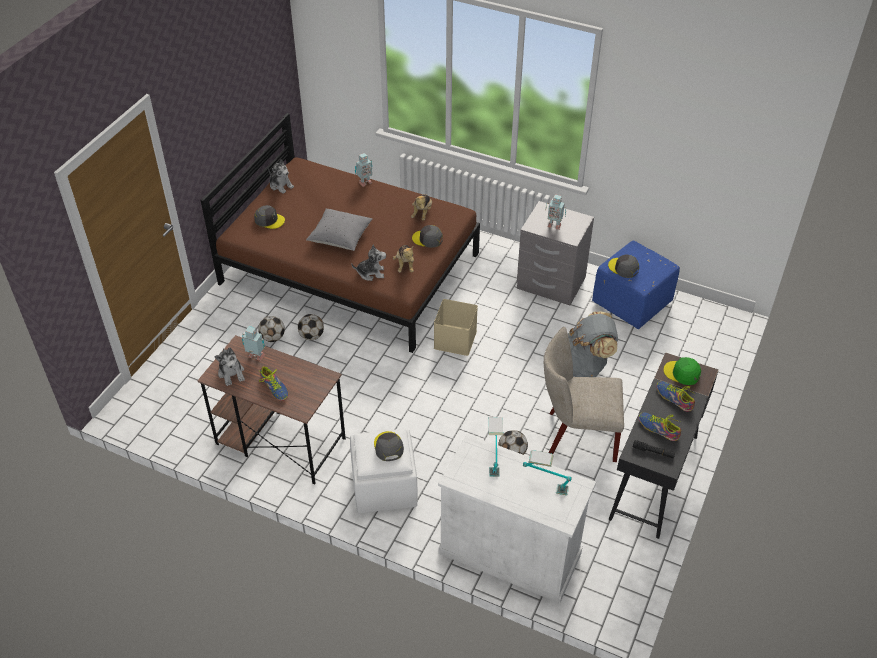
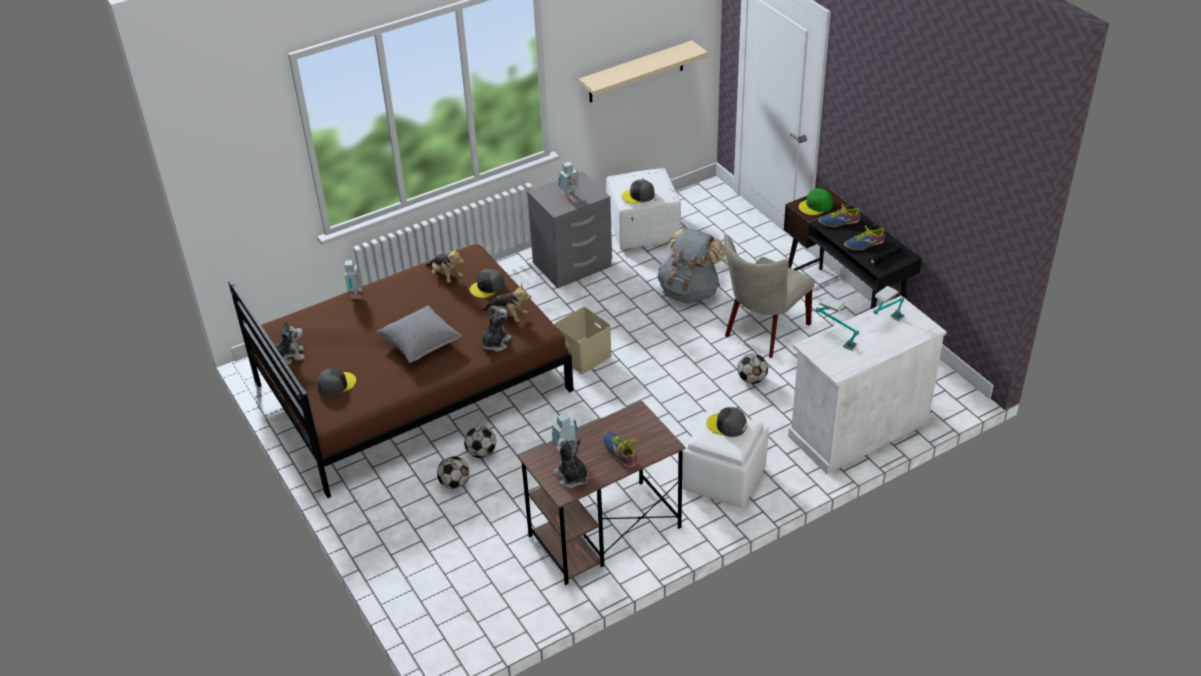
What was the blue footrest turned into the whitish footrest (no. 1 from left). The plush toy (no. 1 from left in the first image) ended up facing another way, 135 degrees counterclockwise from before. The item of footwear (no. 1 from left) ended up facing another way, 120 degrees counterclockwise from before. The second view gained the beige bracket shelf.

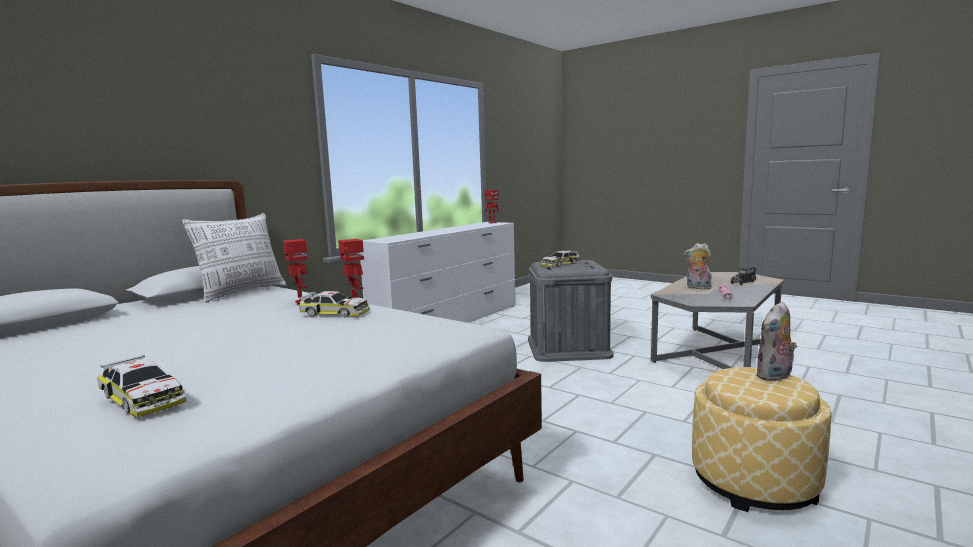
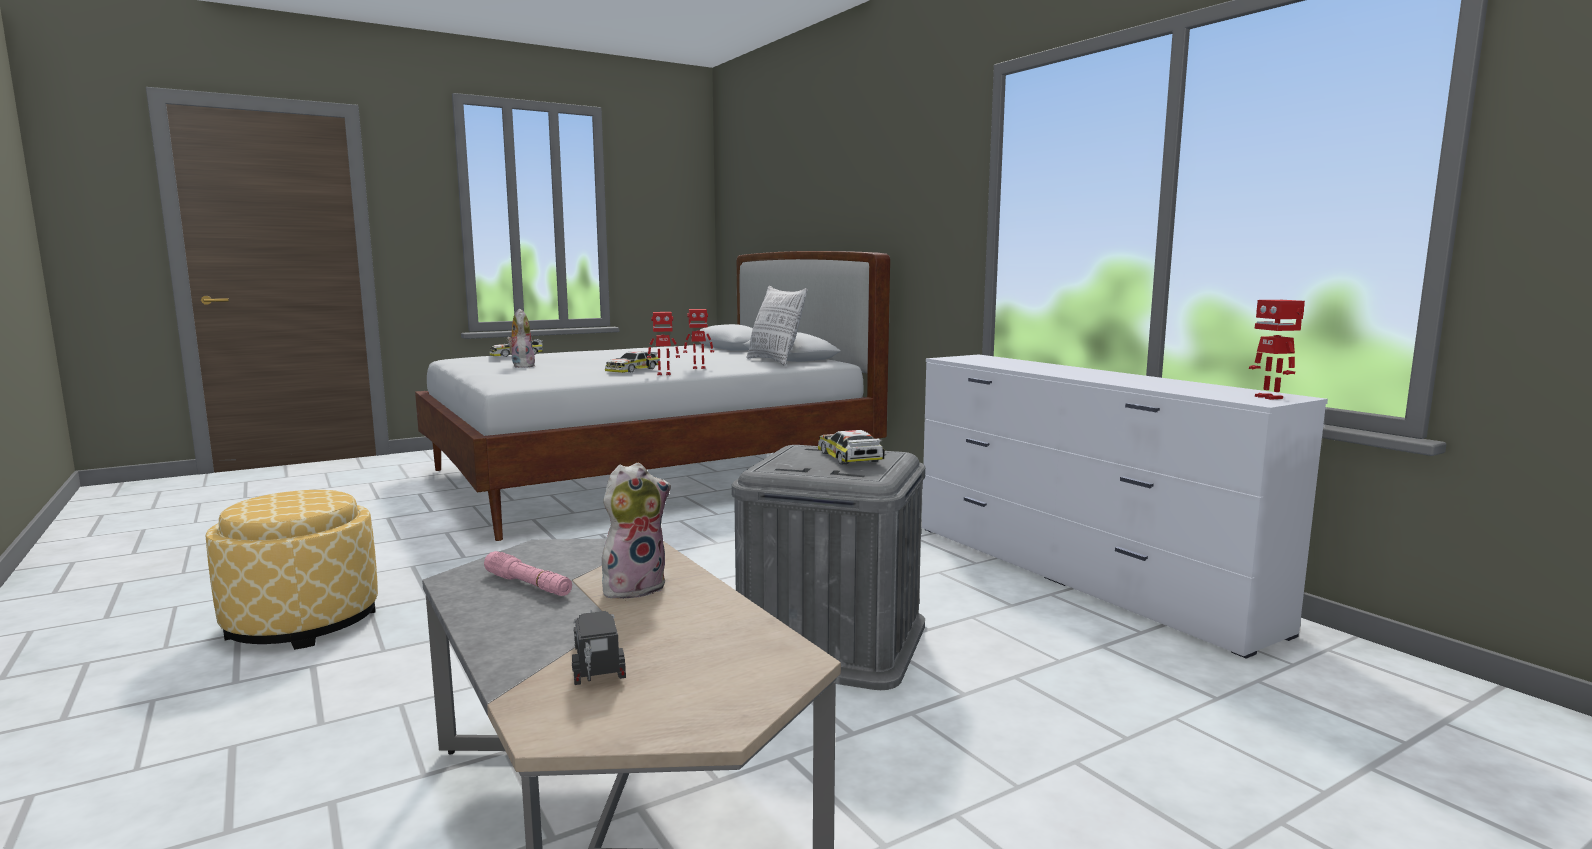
The plush toy (no. 2 from left in the first image) ended up elsewhere.

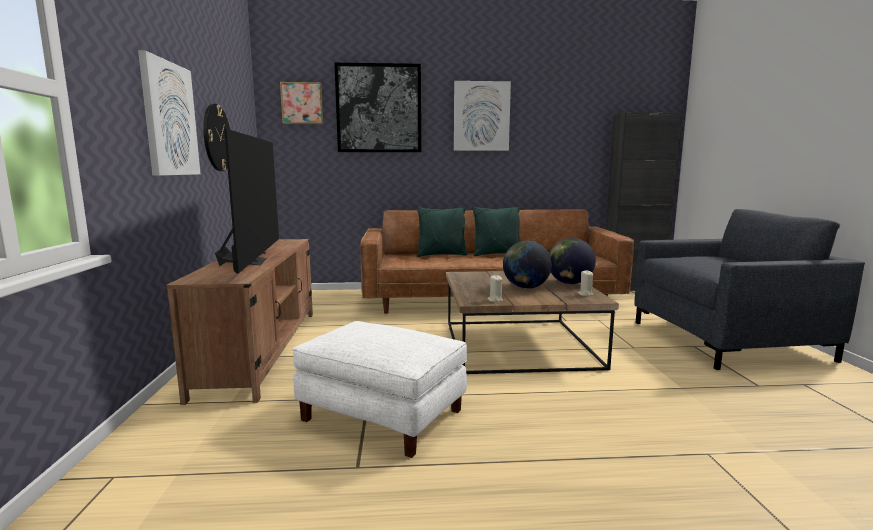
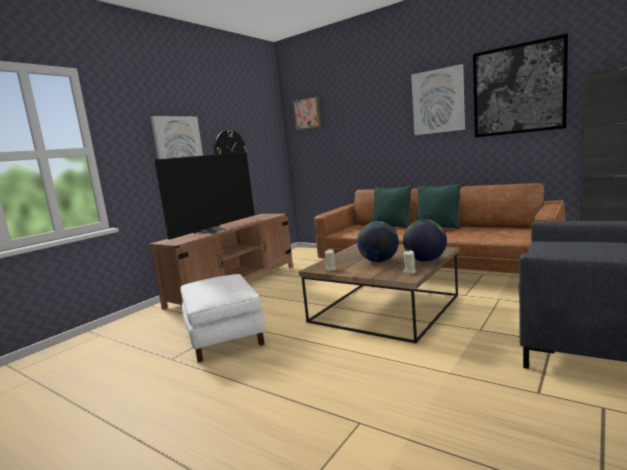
The picture (no. 3 from left in the first image) ended up elsewhere.

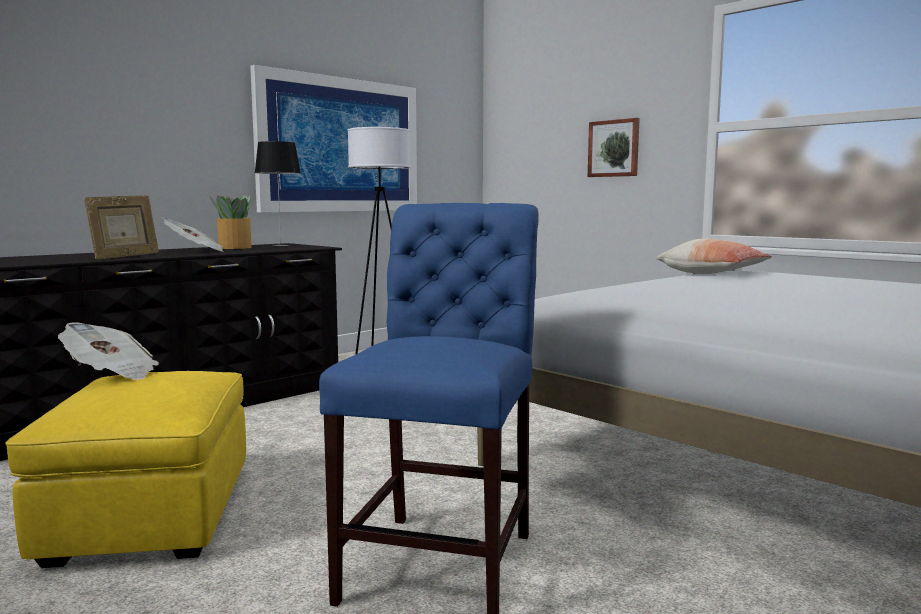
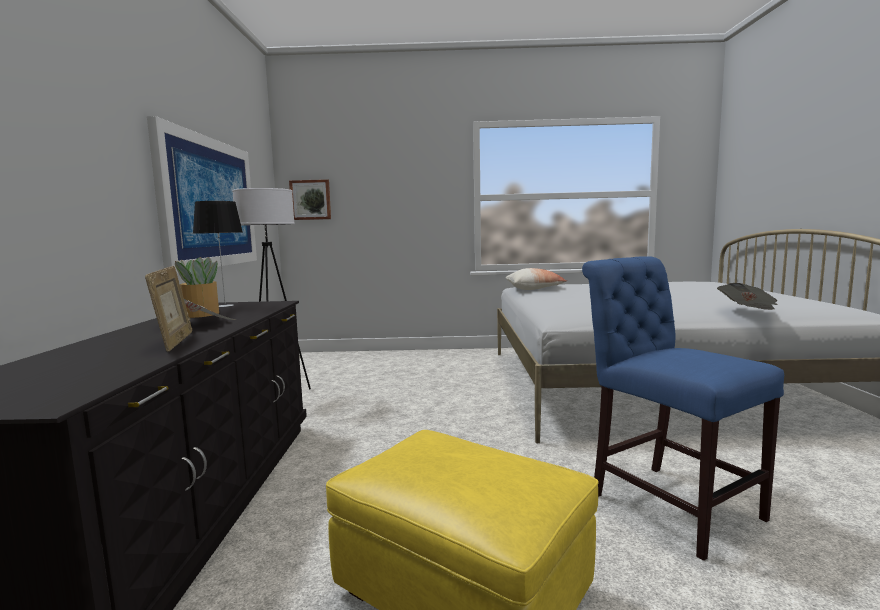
The picture (no. 2 from left) ended up elsewhere. The newspaper (no. 1 from left in the first image) ended up elsewhere.

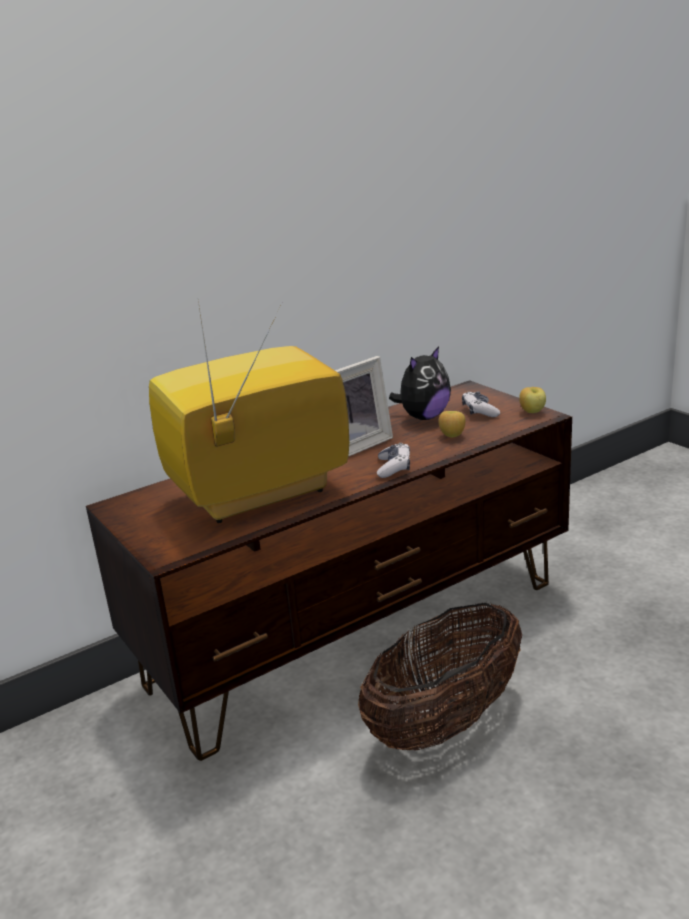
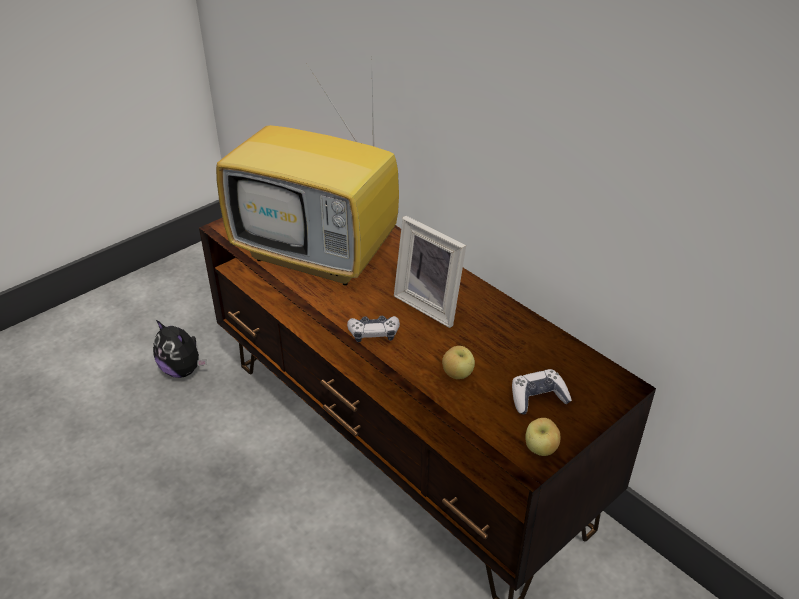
The TV ended up facing another way, 150 degrees clockwise from before. The plush toy ended up elsewhere. The second view lost the basket.

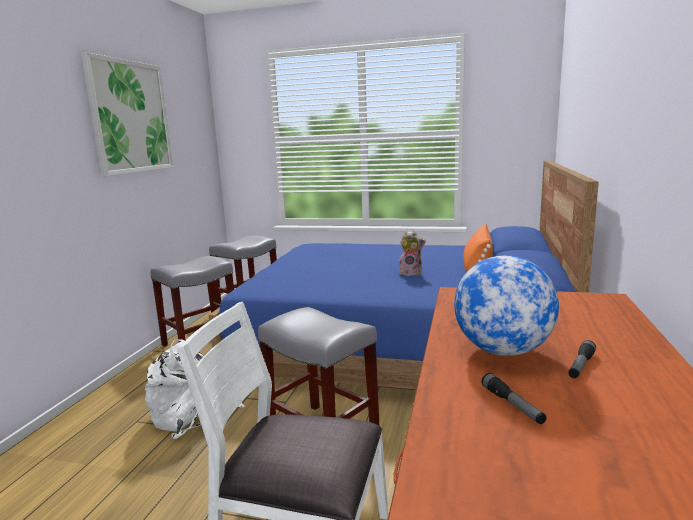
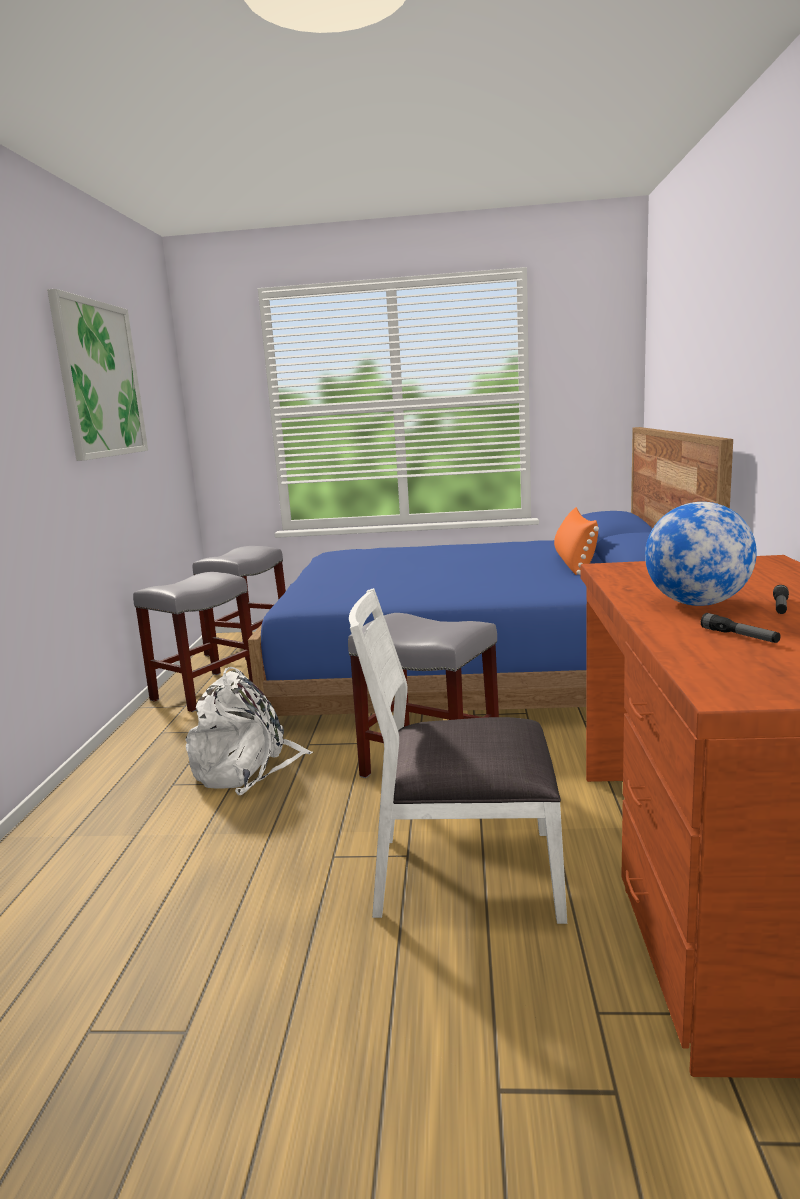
The second view lost the plush toy.

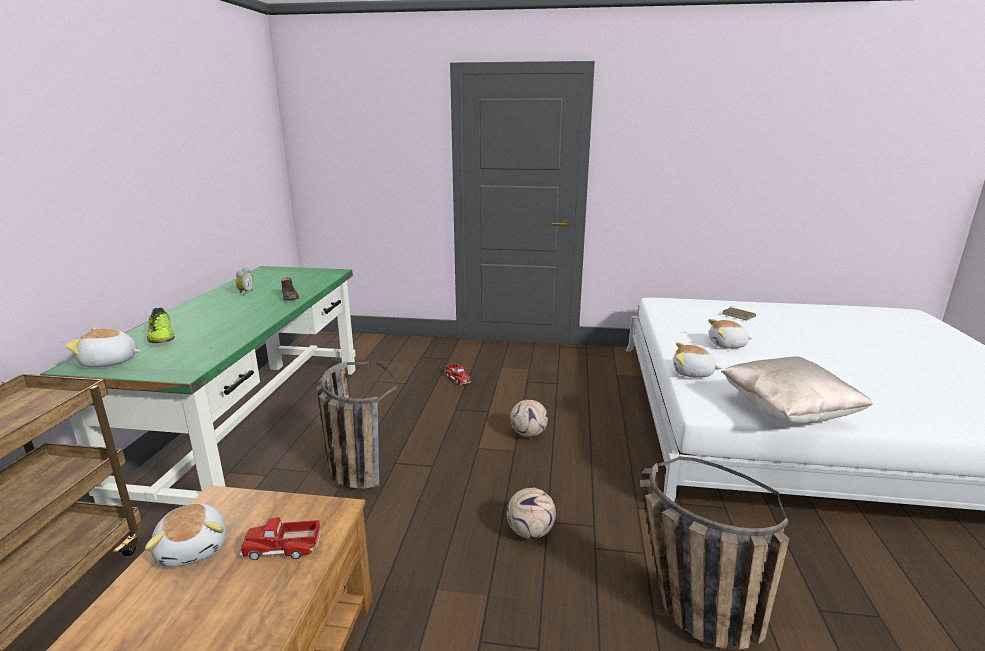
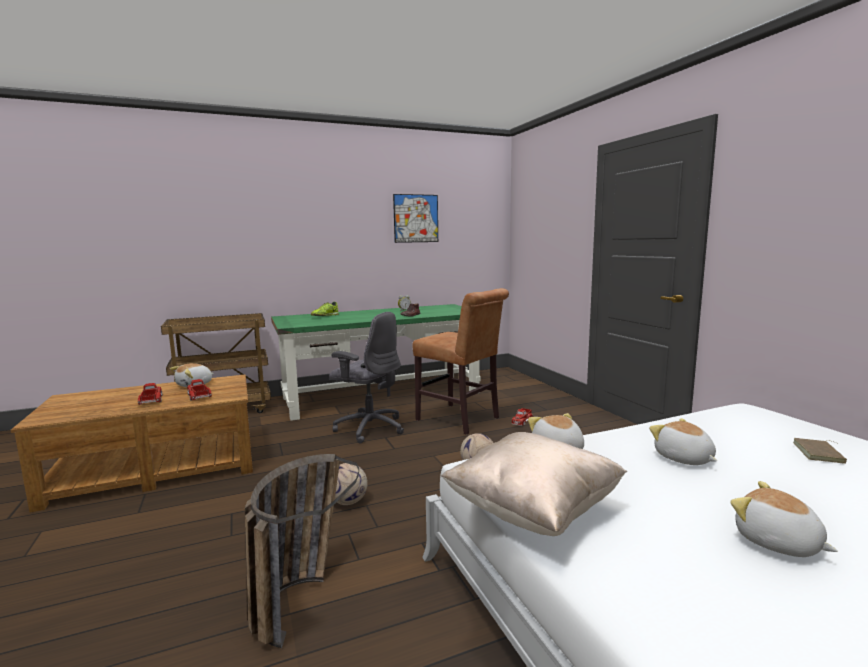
The plush toy (no. 1 from left in the first image) ended up elsewhere. Where the basket (no. 1 from left) stood, the grey office chair came to stand. The second view gained the picture. The second view gained the brown-coloured upright chair. The second view gained the toy truck (no. 1 from left).

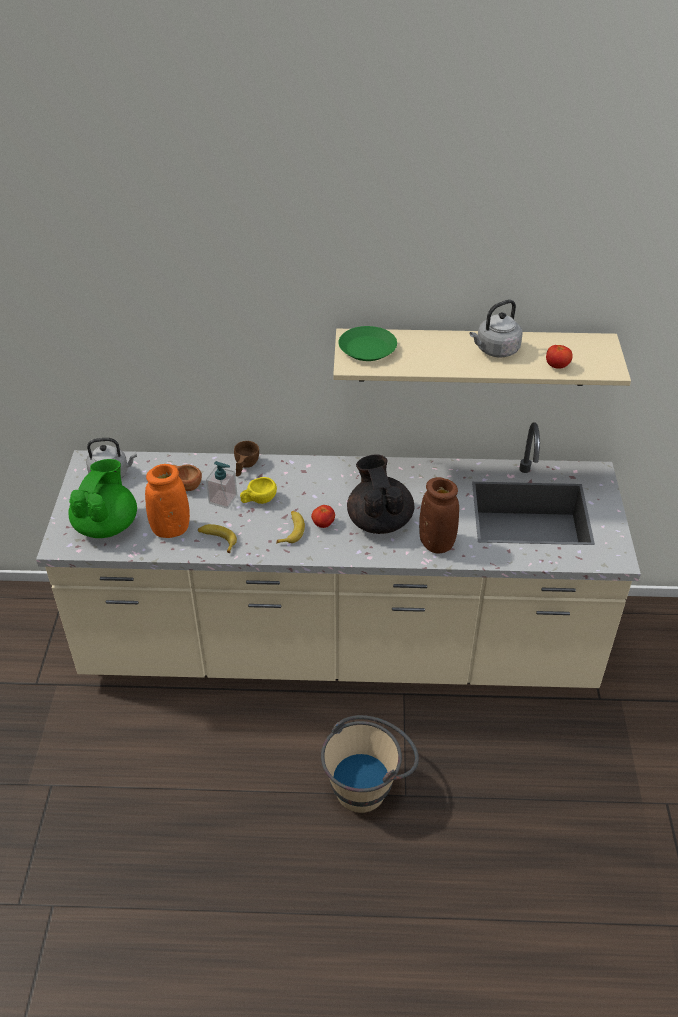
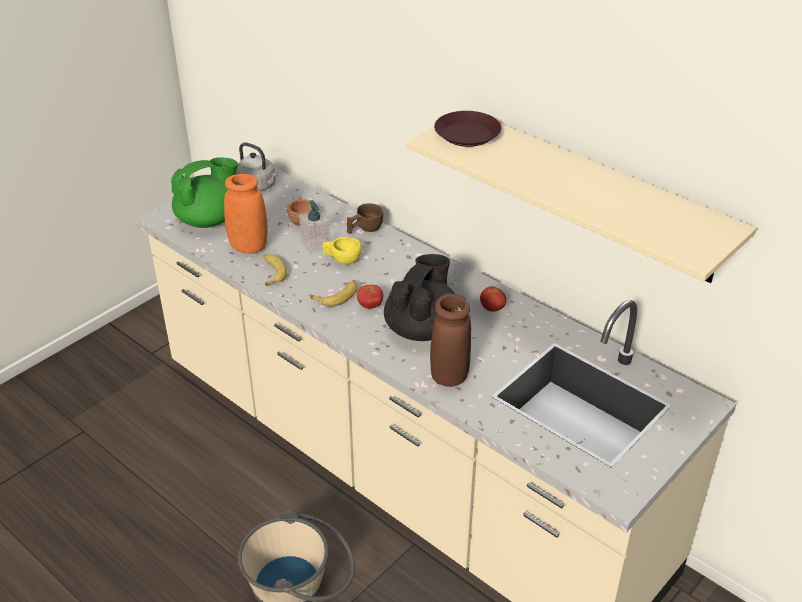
The second view lost the grey kettle (no. 2 from left). What was the green-coloured plate turned into the brown-coloured plate. The tomato (no. 2 from left) ended up elsewhere.

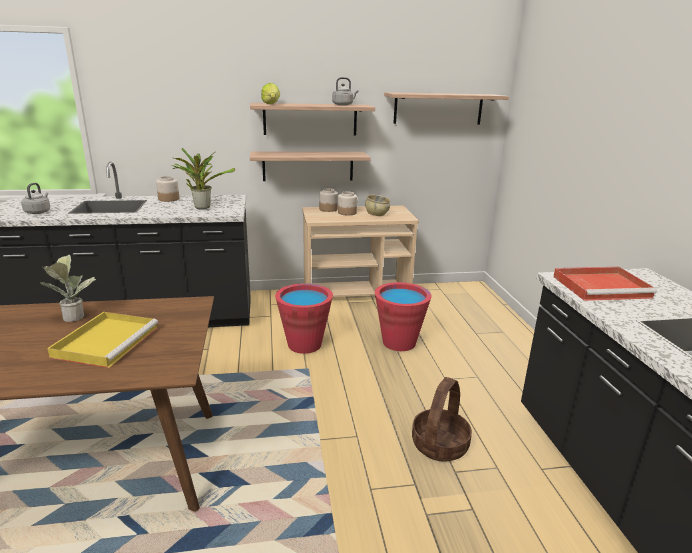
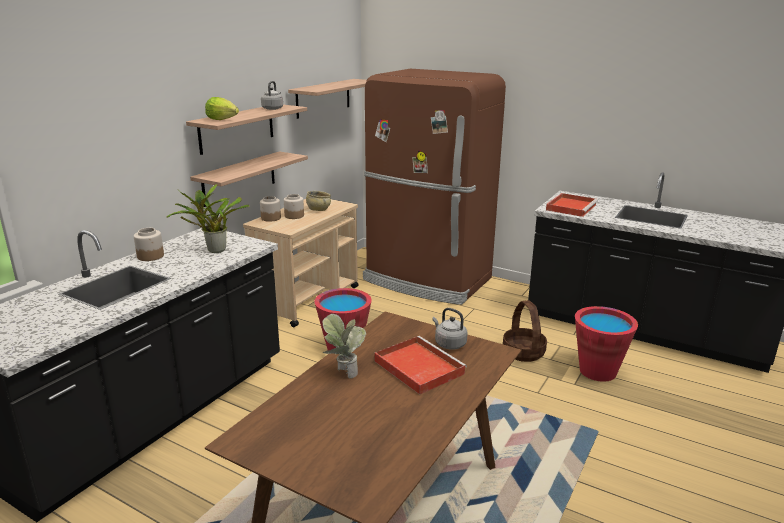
The grey kettle (no. 1 from left in the first image) ended up elsewhere. The red-coloured pail (no. 2 from left) ended up elsewhere. What was the yellow serving tray turned into the red-coloured serving tray (no. 1 from left). The second view gained the brown-coloured kitchen fridge.

